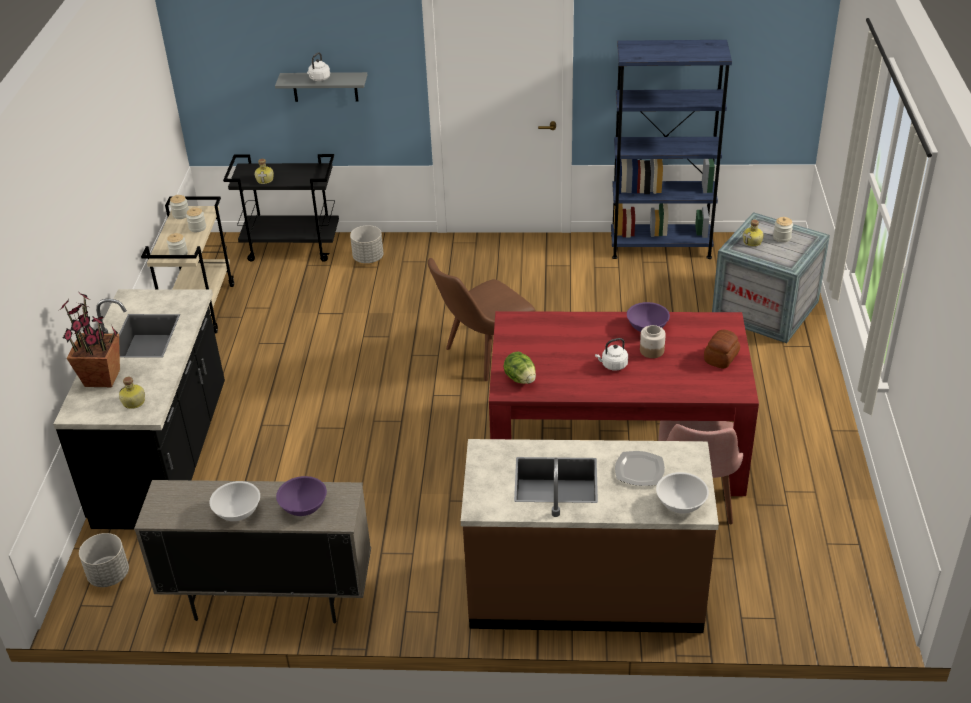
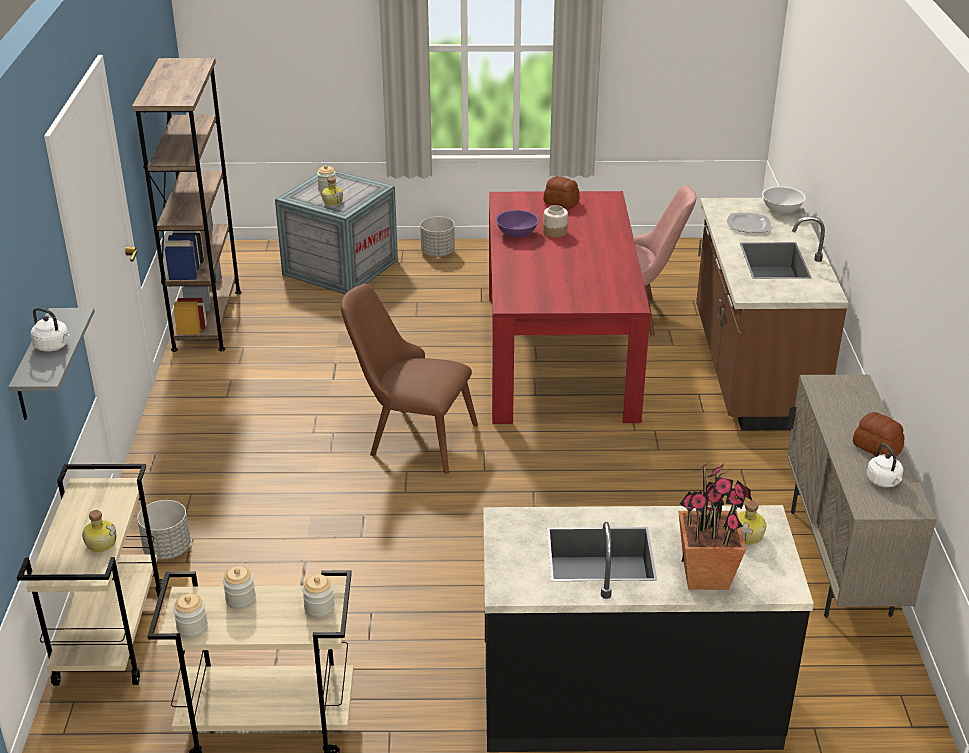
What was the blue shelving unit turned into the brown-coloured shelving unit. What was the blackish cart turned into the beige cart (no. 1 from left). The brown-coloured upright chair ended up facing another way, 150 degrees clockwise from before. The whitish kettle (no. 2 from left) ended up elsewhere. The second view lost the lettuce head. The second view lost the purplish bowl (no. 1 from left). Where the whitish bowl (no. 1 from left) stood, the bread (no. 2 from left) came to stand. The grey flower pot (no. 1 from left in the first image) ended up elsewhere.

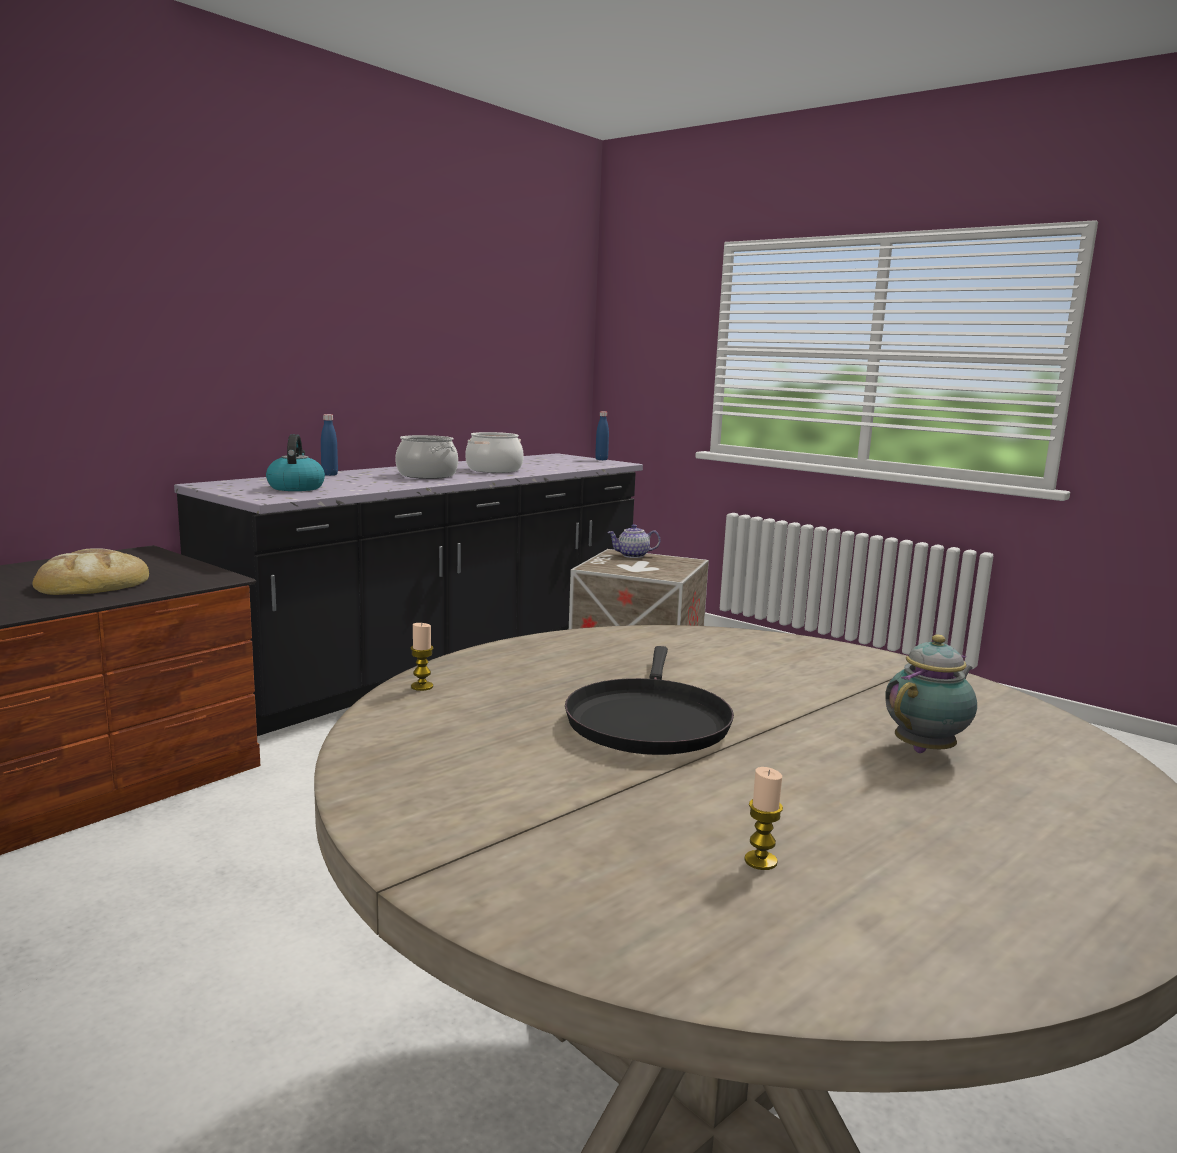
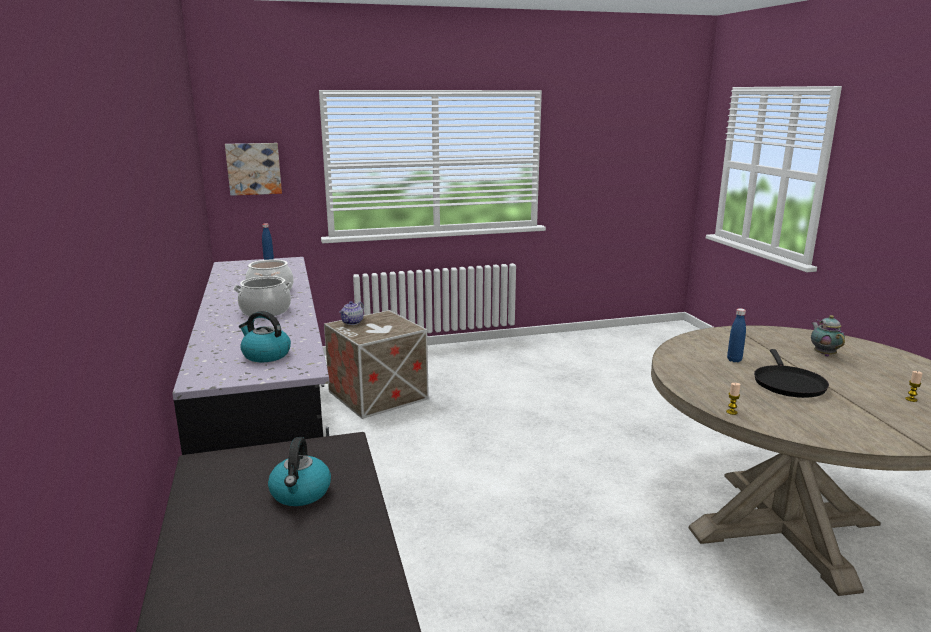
The blue bottle (no. 1 from left in the first image) ended up elsewhere. Where the bread stood, the kettle (no. 2 from left) came to stand. The blackish frying pan ended up facing another way, 60 degrees clockwise from before. The second view gained the picture.

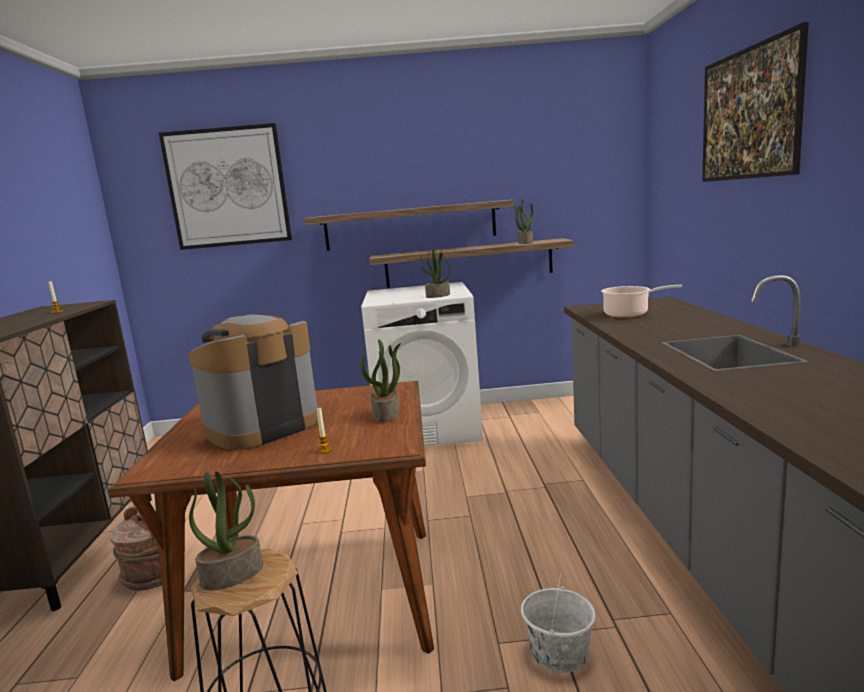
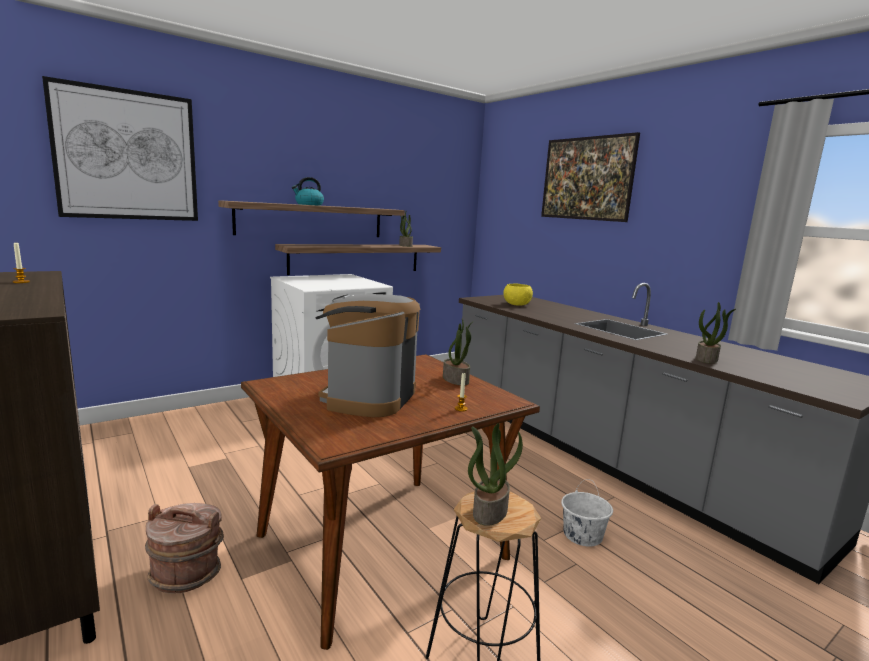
The potted plant (no. 3 from left in the first image) ended up elsewhere. Where the cooking pot stood, the yellow bowl came to stand. The second view gained the kettle.

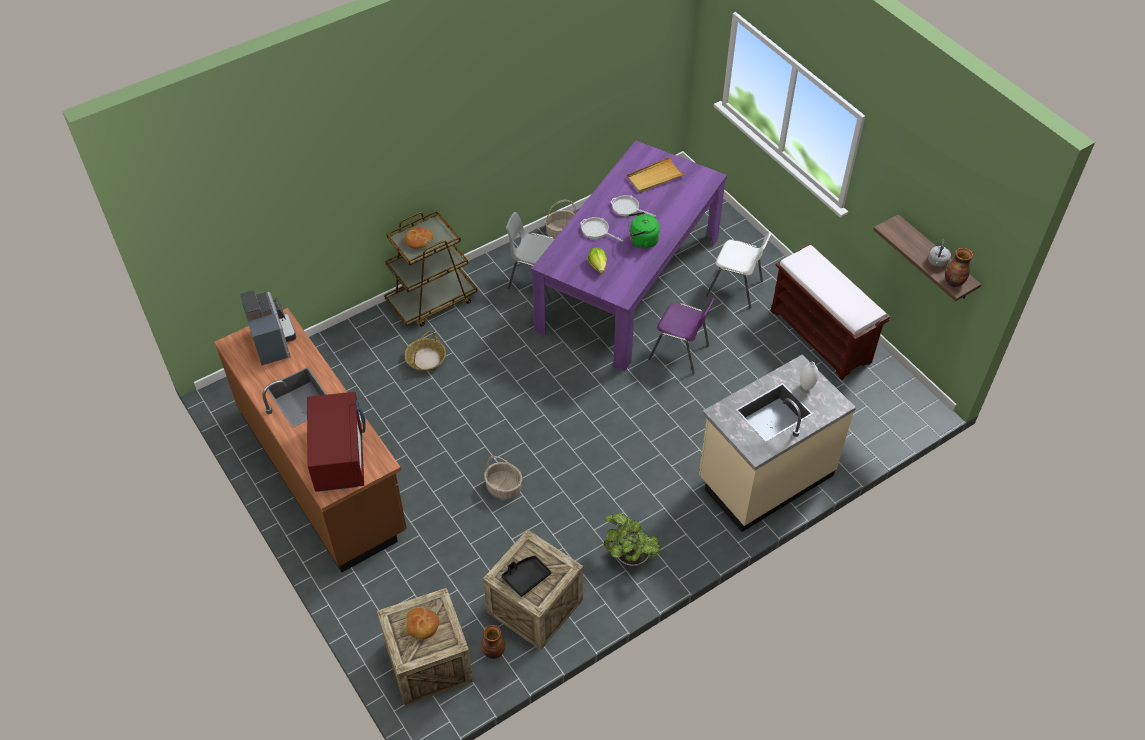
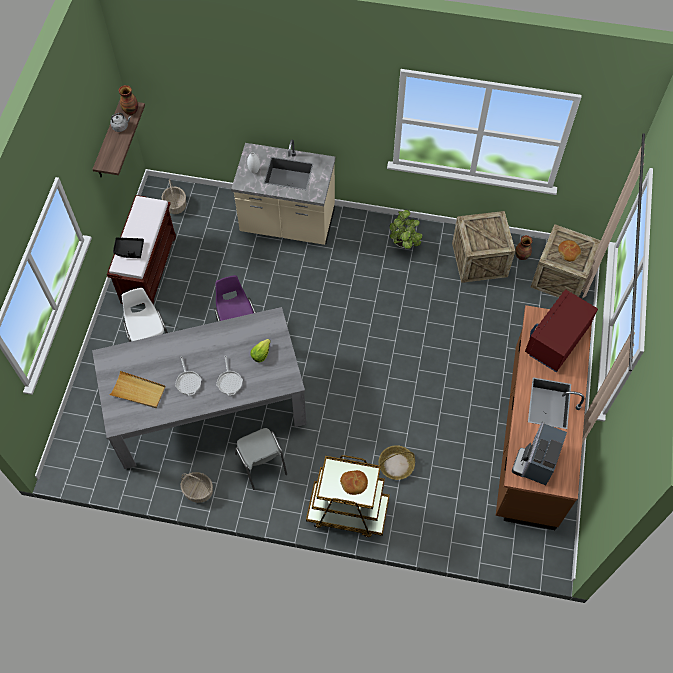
What was the purplish dining table turned into the grey dining table. The second view lost the green-coloured kettle. The basket (no. 2 from left in the first image) ended up elsewhere. The blackish serving tray ended up elsewhere.

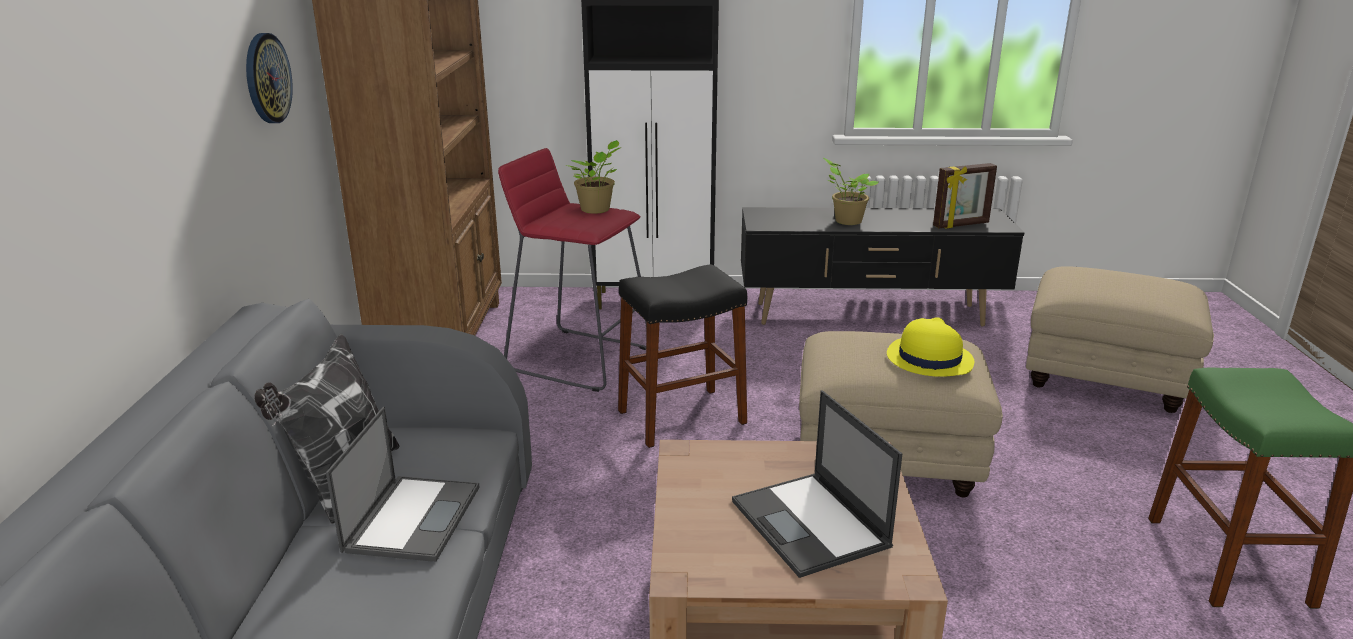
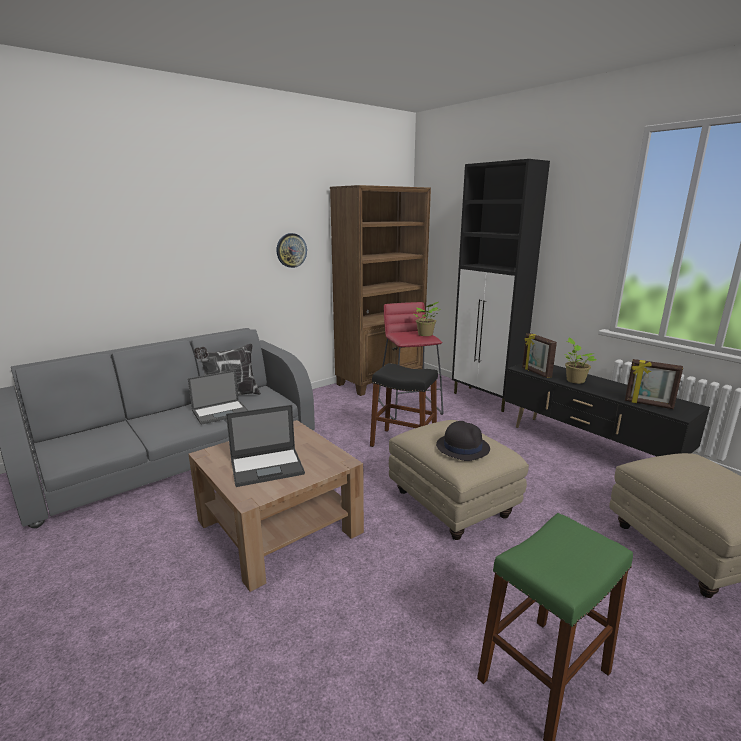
What was the yellow hat turned into the blackish hat. The laptop (no. 2 from left) ended up facing another way, 135 degrees counterclockwise from before. The second view gained the photo frame (no. 1 from left).

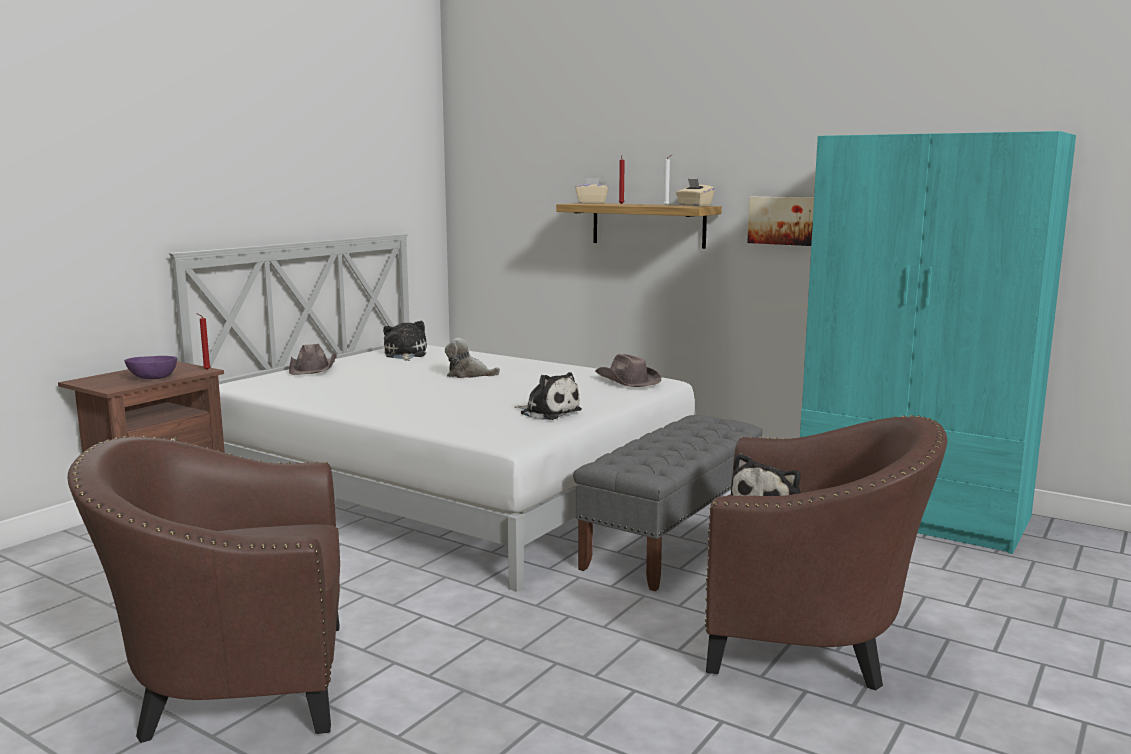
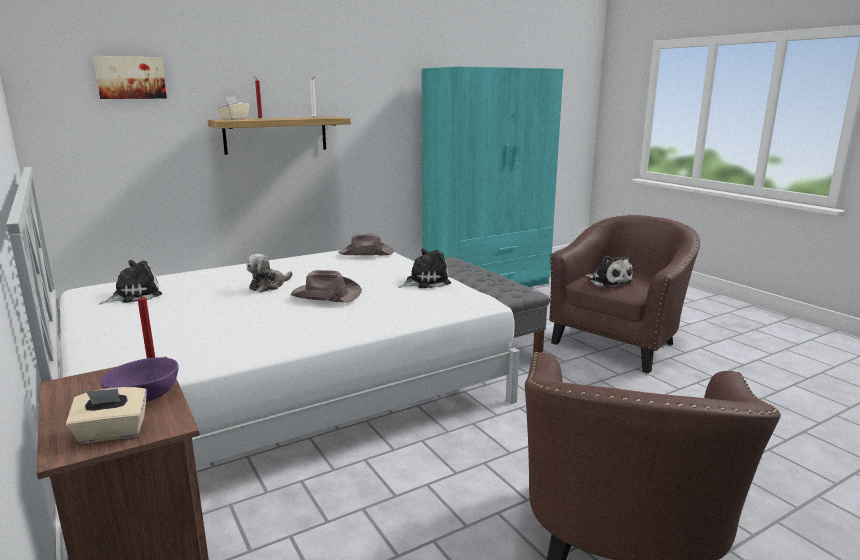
The beige tissue box (no. 2 from left in the first image) ended up elsewhere. The picture ended up elsewhere. The plush toy (no. 1 from left) ended up facing another way, 120 degrees clockwise from before. The brown-coloured hat (no. 1 from left) ended up elsewhere.

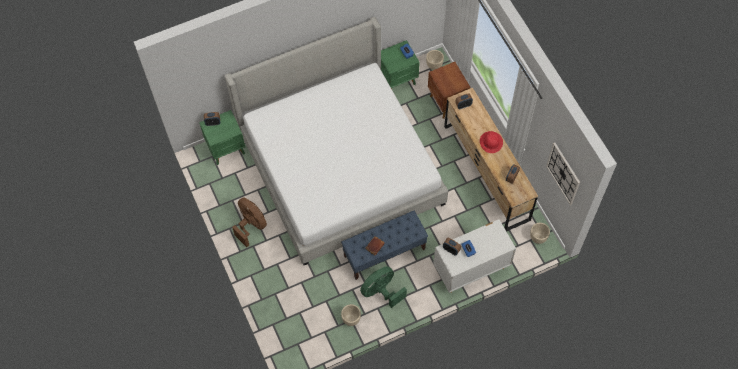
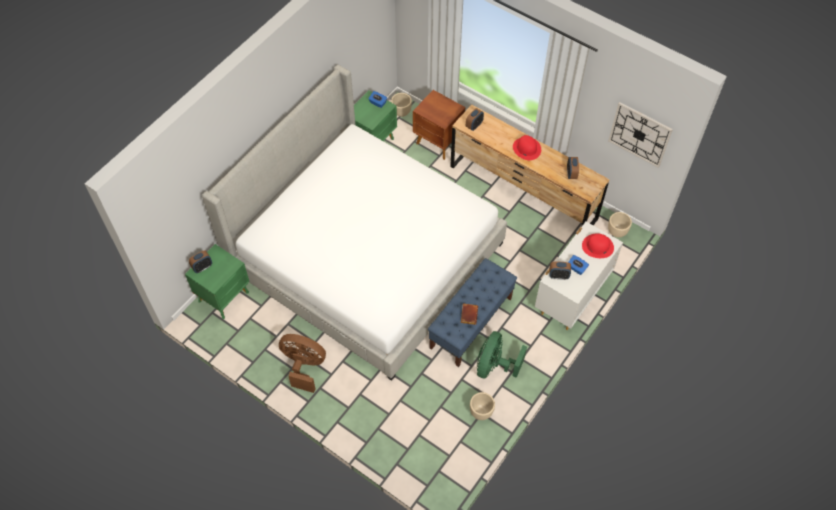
The second view gained the red-coloured hat (no. 2 from left).

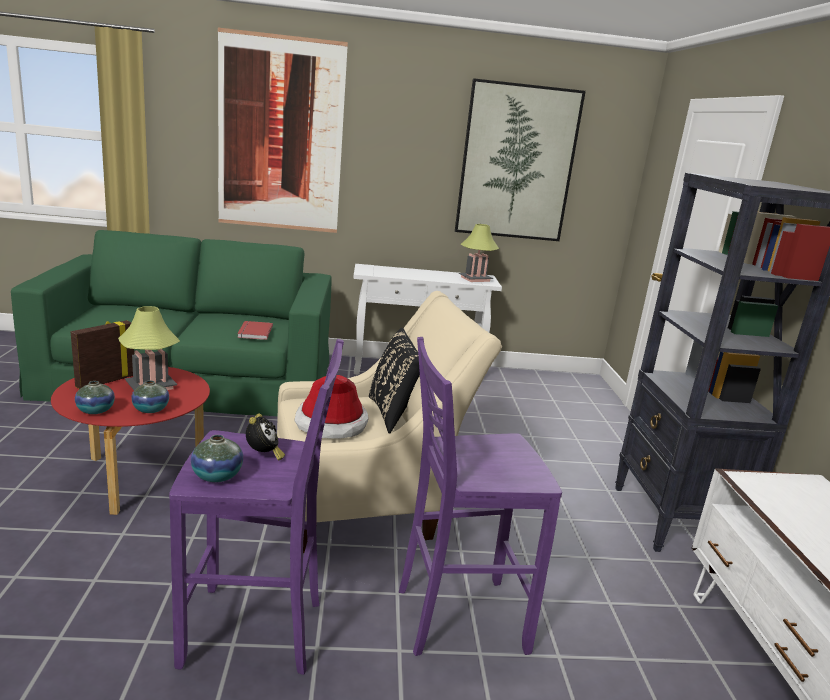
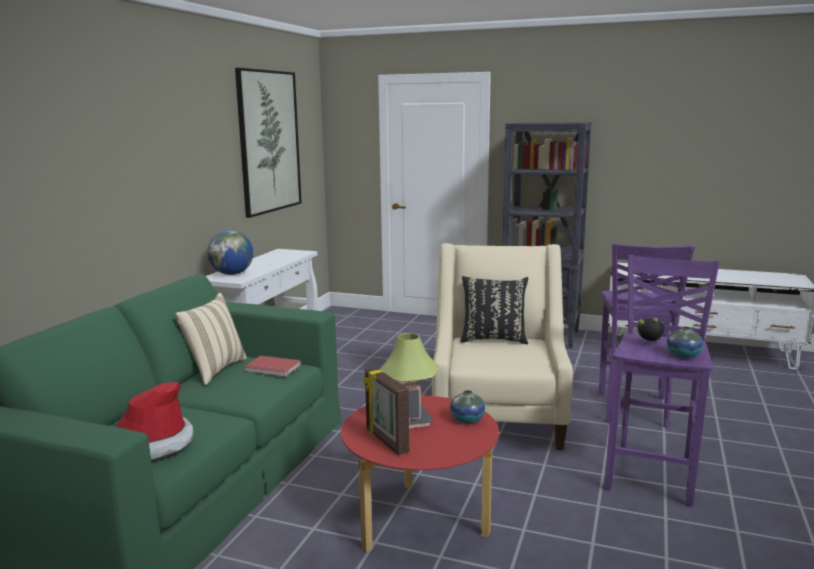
The second view lost the picture (no. 1 from left). The second view lost the table lamp (no. 2 from left). The hat ended up elsewhere. The second view lost the flower vase (no. 1 from left). The second view gained the globe. The second view gained the beige throw pillow.

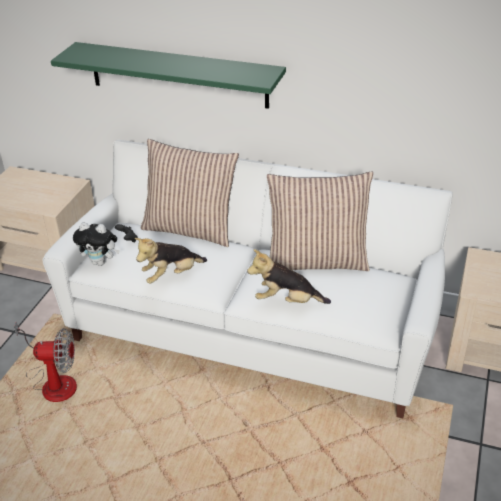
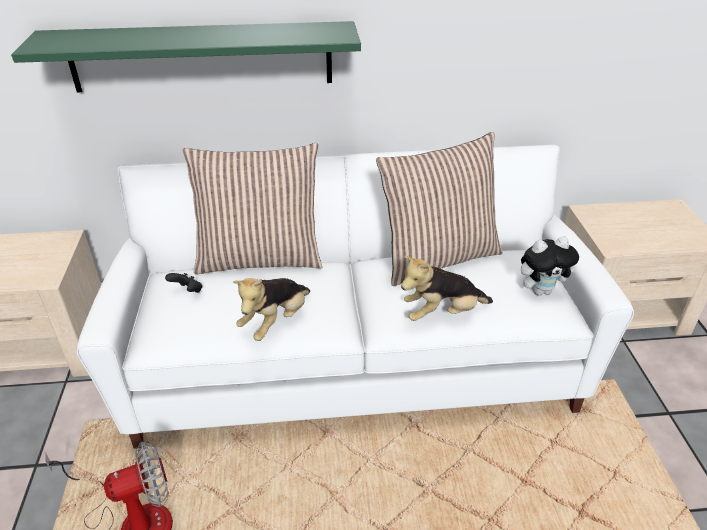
The plush toy (no. 1 from left in the first image) ended up elsewhere.

